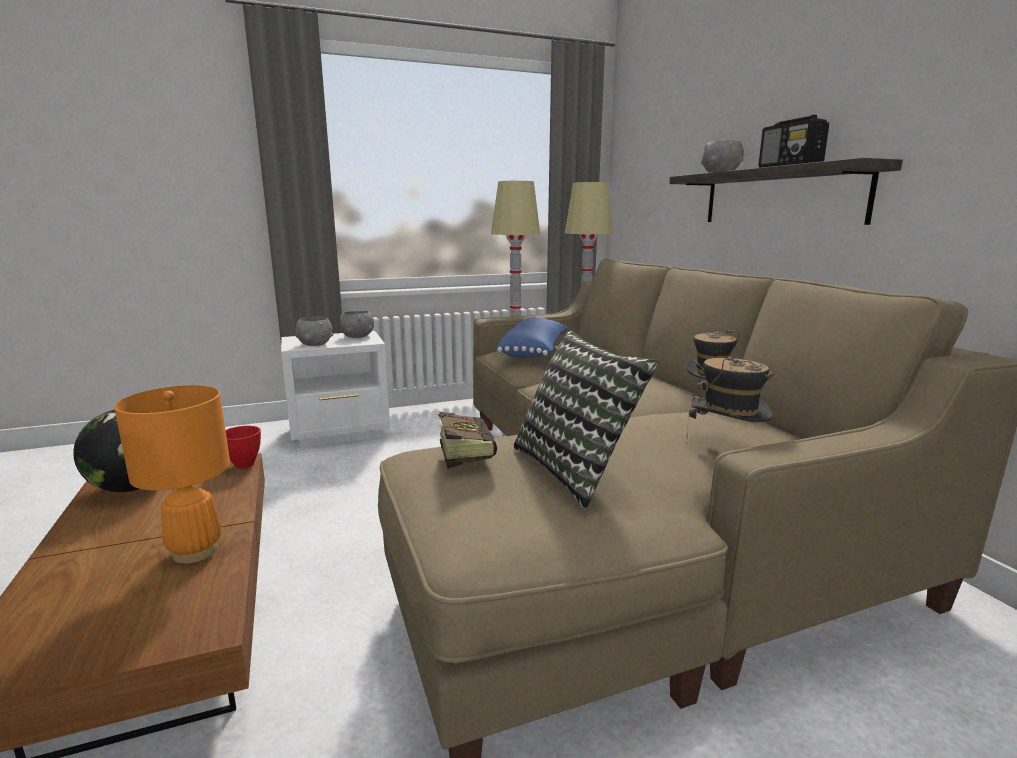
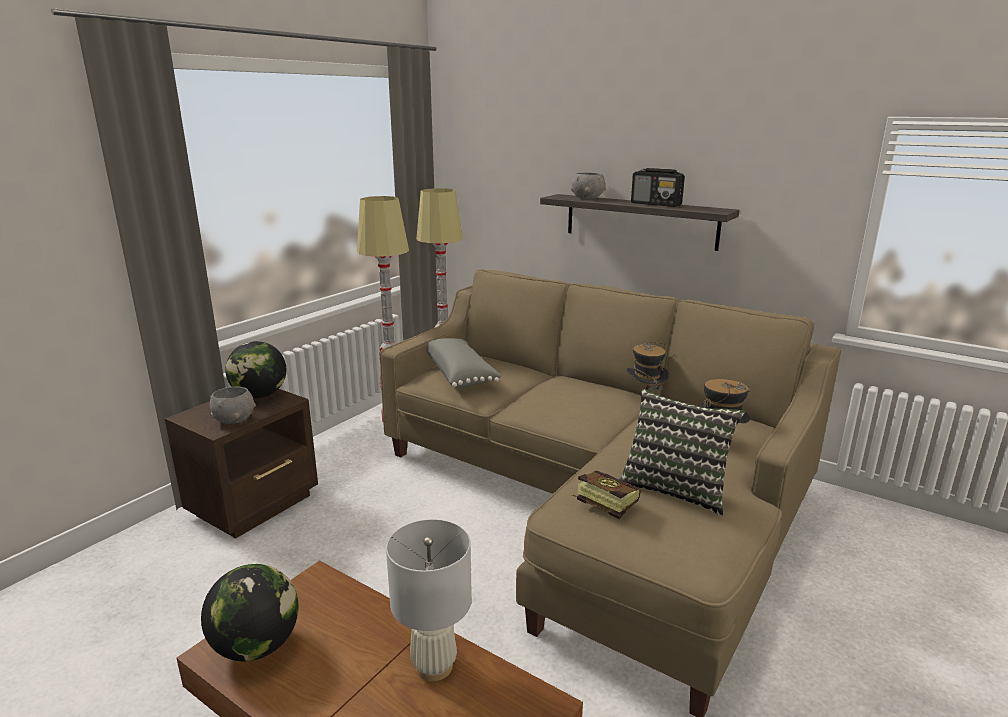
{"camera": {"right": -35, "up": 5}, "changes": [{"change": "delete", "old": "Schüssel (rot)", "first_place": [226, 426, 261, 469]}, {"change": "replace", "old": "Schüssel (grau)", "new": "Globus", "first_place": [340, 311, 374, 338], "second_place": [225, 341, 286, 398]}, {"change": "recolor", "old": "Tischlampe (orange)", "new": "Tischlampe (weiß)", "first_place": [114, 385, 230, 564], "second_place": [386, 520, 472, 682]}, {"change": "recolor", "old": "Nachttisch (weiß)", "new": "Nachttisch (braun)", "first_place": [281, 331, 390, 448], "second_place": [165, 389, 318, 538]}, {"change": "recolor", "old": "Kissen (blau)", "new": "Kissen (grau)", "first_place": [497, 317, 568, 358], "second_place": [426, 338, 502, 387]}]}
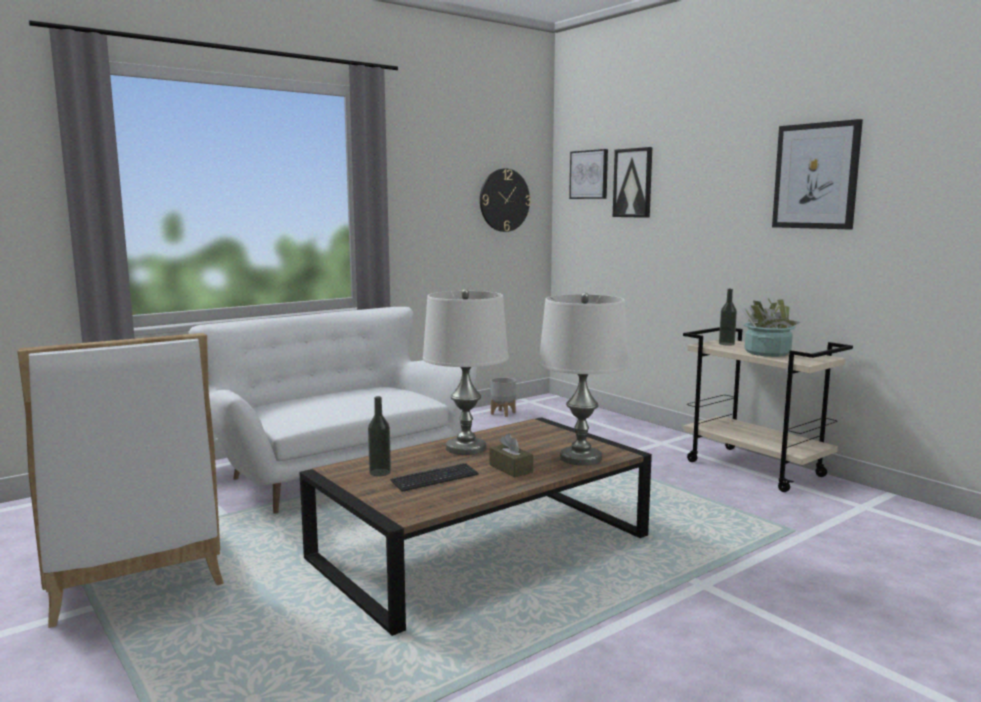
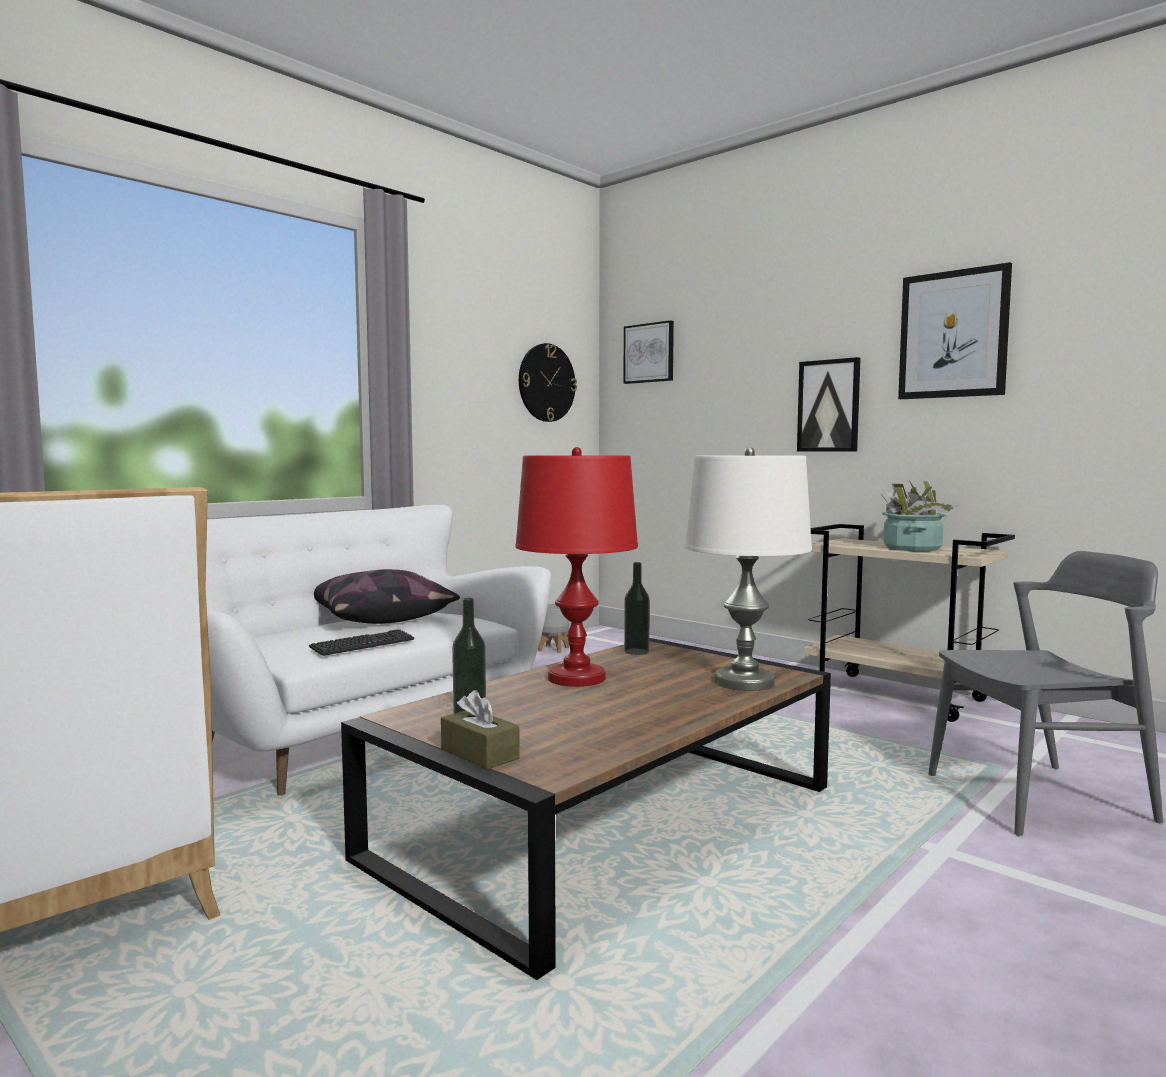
{"camera": {"right": -10, "up": -5}, "changes": [{"change": "insert", "new": "Kissen", "second_place": [314, 569, 460, 624]}, {"change": "insert", "new": "Stuhl (grau)", "second_place": [928, 551, 1163, 836]}, {"change": "move", "old": "Tastatur", "first_place": [390, 463, 479, 492], "second_place": [309, 629, 414, 656]}, {"change": "move", "old": "Taschentuchbox (braun)", "first_place": [490, 433, 533, 477], "second_place": [441, 690, 520, 769]}, {"change": "move", "old": "Bild", "first_place": [613, 147, 652, 218], "second_place": [797, 357, 861, 452]}, {"change": "move", "old": "Flasche", "first_place": [719, 289, 737, 346], "second_place": [624, 562, 650, 655]}, {"change": "recolor", "old": "Tischlampe (weiß)", "new": "Tischlampe (rot)", "first_place": [423, 289, 509, 455], "second_place": [515, 447, 638, 687]}]}
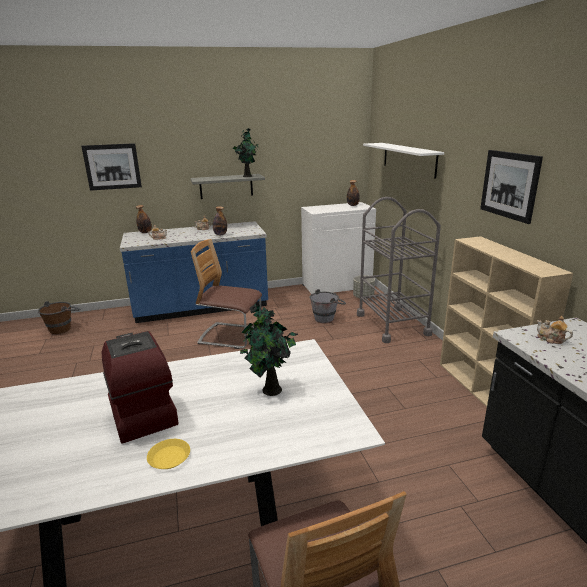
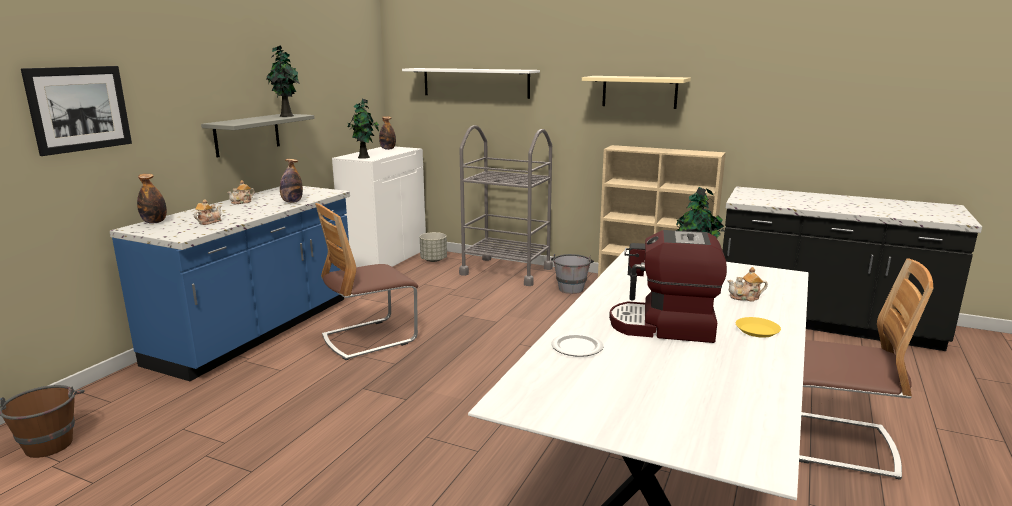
{"camera": {"right": -50, "up": -5}, "changes": [{"change": "insert", "new": "Topfpflanze", "second_place": [348, 99, 379, 159]}, {"change": "insert", "new": "Teller", "second_place": [551, 333, 603, 357]}, {"change": "move", "old": "Eimer (grau)", "first_place": [309, 289, 346, 323], "second_place": [551, 254, 594, 294]}, {"change": "move", "old": "Teekanne", "first_place": [537, 316, 573, 344], "second_place": [727, 267, 768, 301]}, {"change": "replace", "old": "Bild", "new": "Wandregal (beige)", "first_place": [480, 150, 543, 224], "second_place": [582, 76, 691, 109]}]}
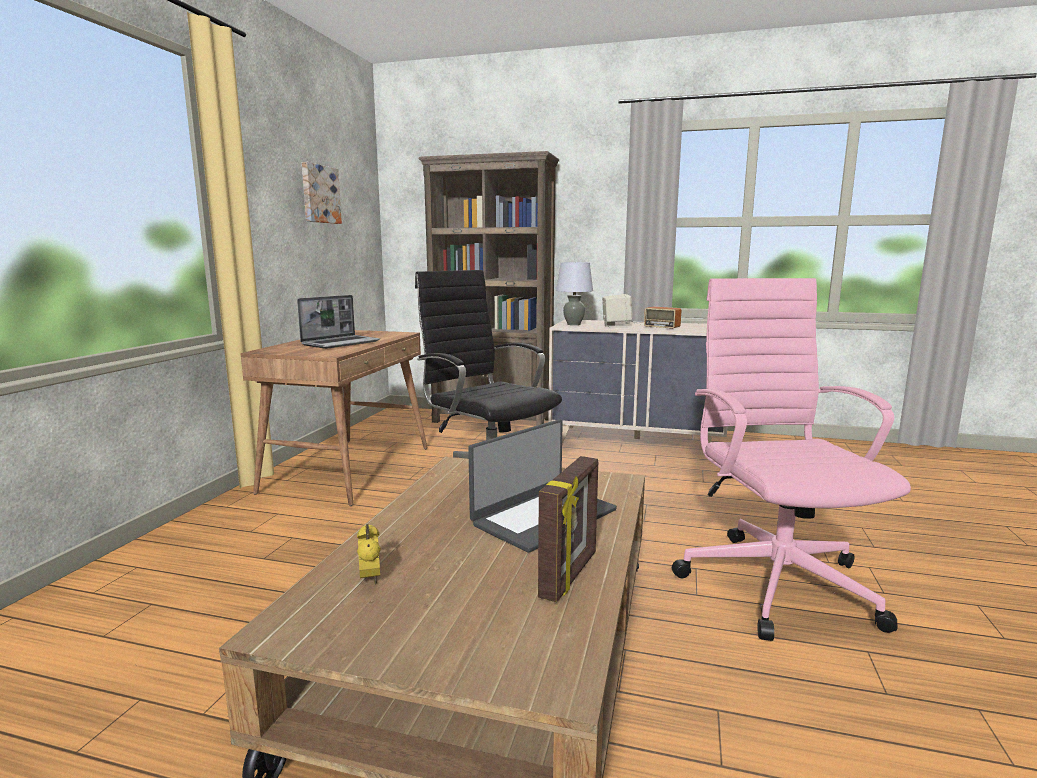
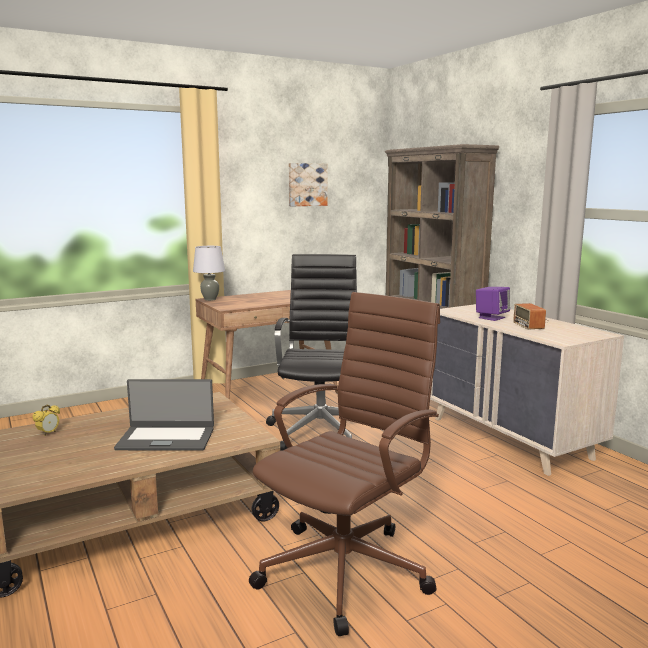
{"camera": {"right": 45, "up": 0}, "changes": [{"change": "delete", "old": "Laptop", "first_place": [297, 295, 380, 349]}, {"change": "delete", "old": "Bilderrahmen", "first_place": [538, 456, 598, 602]}, {"change": "move", "old": "Tischlampe (grau)", "first_place": [556, 262, 593, 325], "second_place": [193, 246, 225, 301]}, {"change": "recolor", "old": "Lautsprecher (beige)", "new": "Lautsprecher (lila)", "first_place": [602, 294, 632, 328], "second_place": [476, 287, 510, 321]}, {"change": "recolor", "old": "Bürostuhl (rosa)", "new": "Bürostuhl (braun)", "first_place": [672, 278, 911, 641], "second_place": [249, 292, 440, 636]}]}
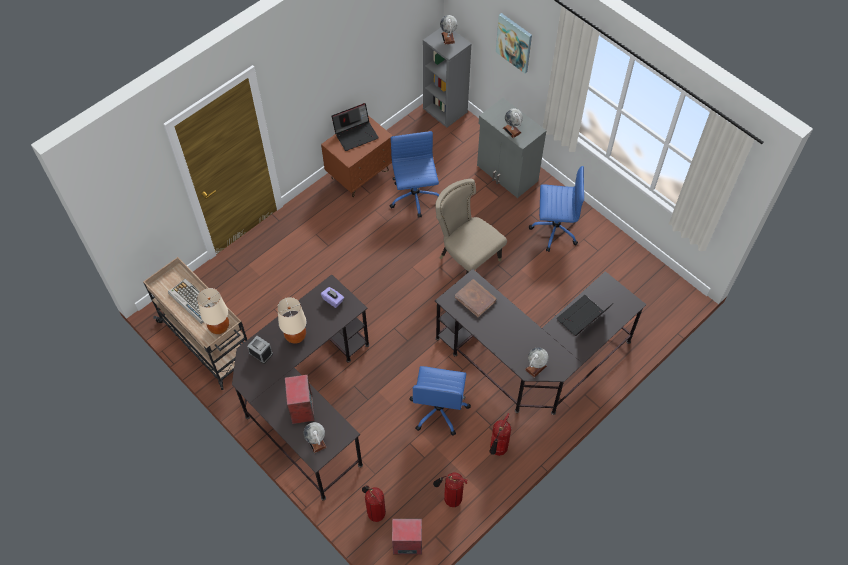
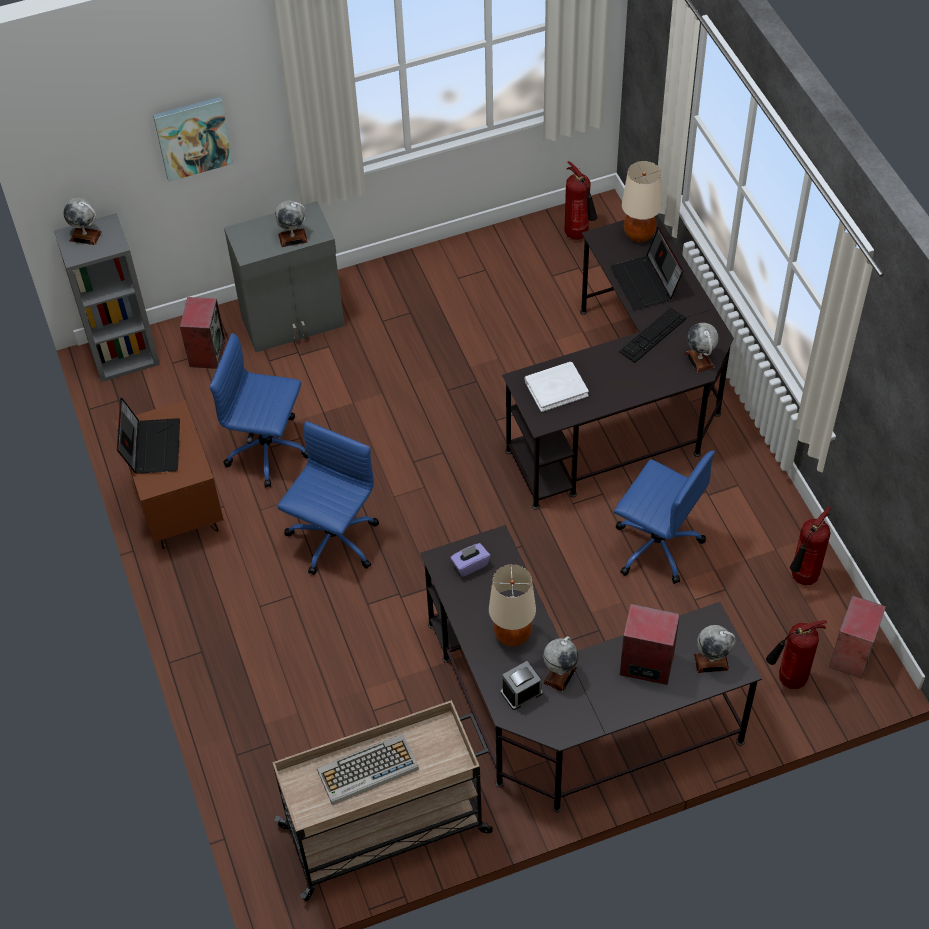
{"camera": {"right": -65, "up": -5}, "changes": [{"change": "delete", "old": "Stuhl (beige)", "first_place": [435, 179, 507, 274]}, {"change": "insert", "new": "Lautsprecher", "second_place": [180, 297, 225, 369]}, {"change": "insert", "new": "Globus", "second_place": [543, 636, 579, 692]}, {"change": "insert", "new": "Tastatur", "second_place": [619, 308, 687, 363]}, {"change": "move", "old": "Tischlampe (beige)", "first_place": [197, 288, 229, 334], "second_place": [622, 161, 662, 242]}, {"change": "move", "old": "Feuerlöscher", "first_place": [489, 413, 511, 456], "second_place": [564, 161, 597, 240]}, {"change": "move", "old": "Bürostuhl (blau)", "first_place": [529, 166, 584, 252], "second_place": [277, 421, 379, 575]}, {"change": "recolor", "old": "Buch (braun)", "new": "Buch (weiß)", "first_place": [455, 279, 496, 317], "second_place": [524, 362, 589, 412]}]}
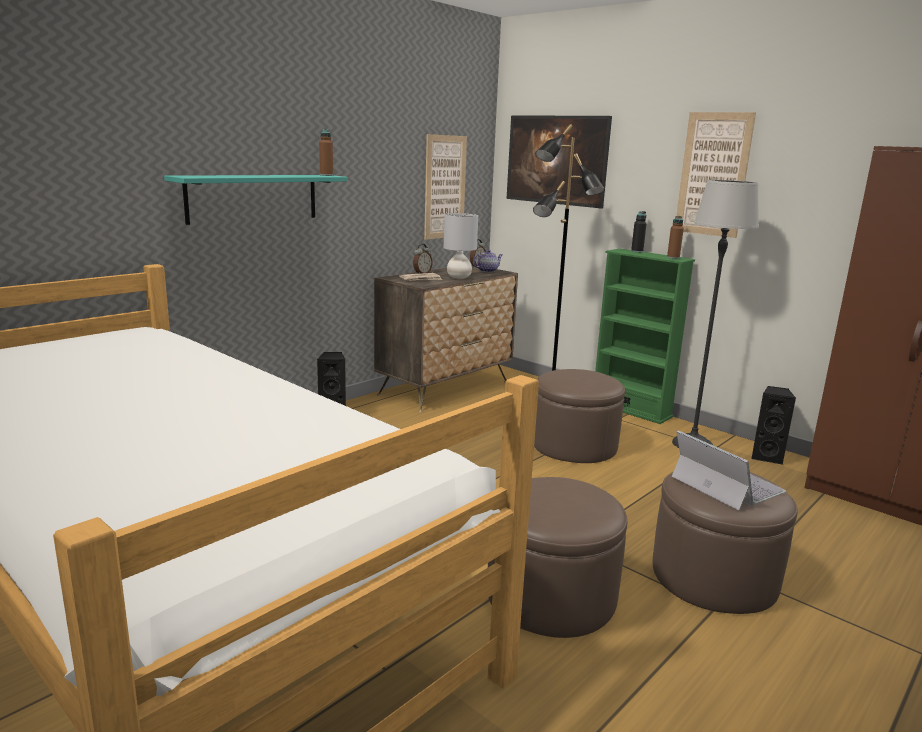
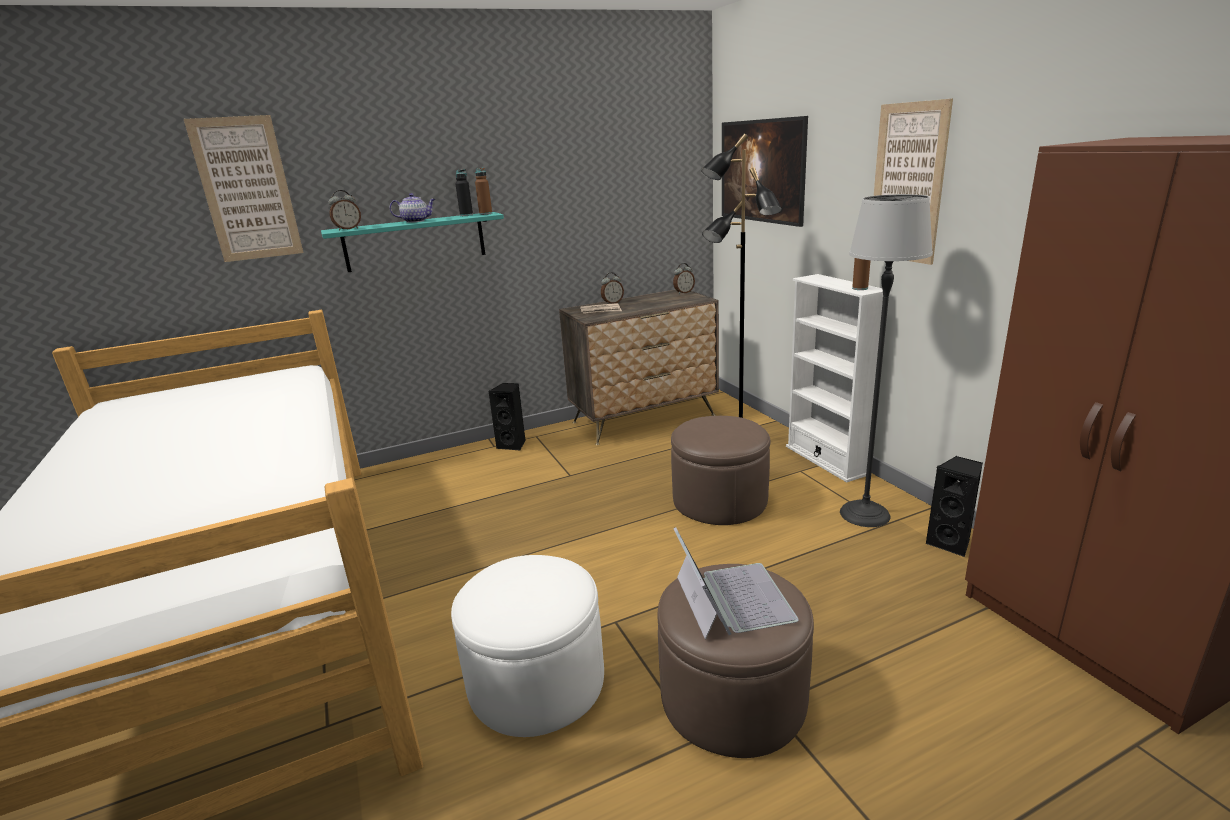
{"camera": {"right": 25, "up": 5}, "changes": [{"change": "delete", "old": "Tischlampe (grau)", "first_place": [444, 213, 478, 279]}, {"change": "insert", "new": "Wecker", "second_place": [328, 190, 361, 231]}, {"change": "move", "old": "Bild", "first_place": [424, 134, 467, 240], "second_place": [184, 115, 304, 262]}, {"change": "move", "old": "Teekanne", "first_place": [473, 250, 503, 272], "second_place": [390, 193, 435, 223]}, {"change": "move", "old": "Flasche (schwarz)", "first_place": [631, 211, 646, 253], "second_place": [455, 169, 473, 216]}, {"change": "recolor", "old": "Polsterhocker (braun)", "new": "Polsterhocker (weiß)", "first_place": [488, 477, 627, 638], "second_place": [451, 555, 604, 737]}, {"change": "recolor", "old": "Bücherregal (grün)", "new": "Bücherregal (weiß)", "first_place": [595, 249, 695, 424], "second_place": [786, 274, 883, 483]}]}
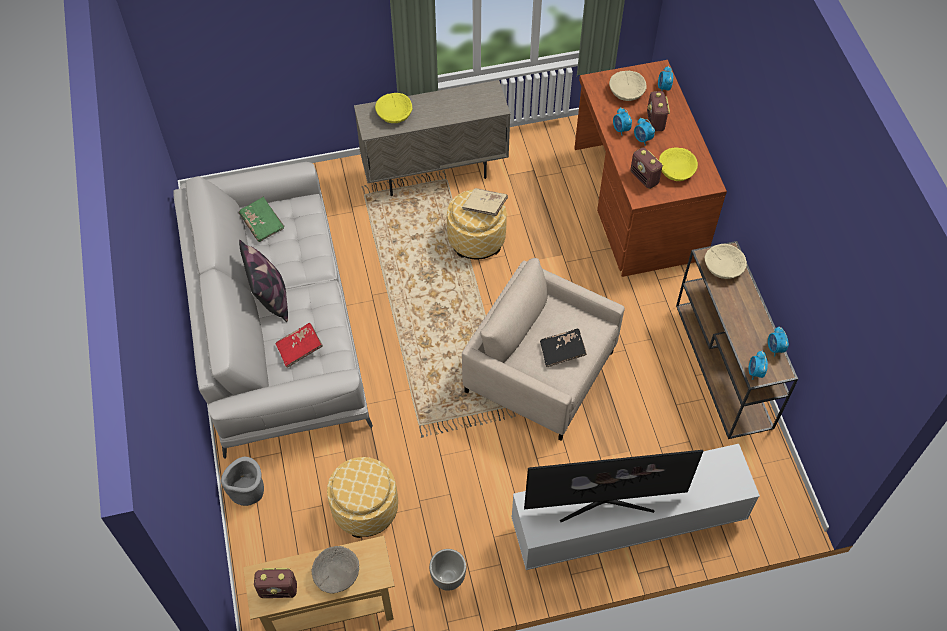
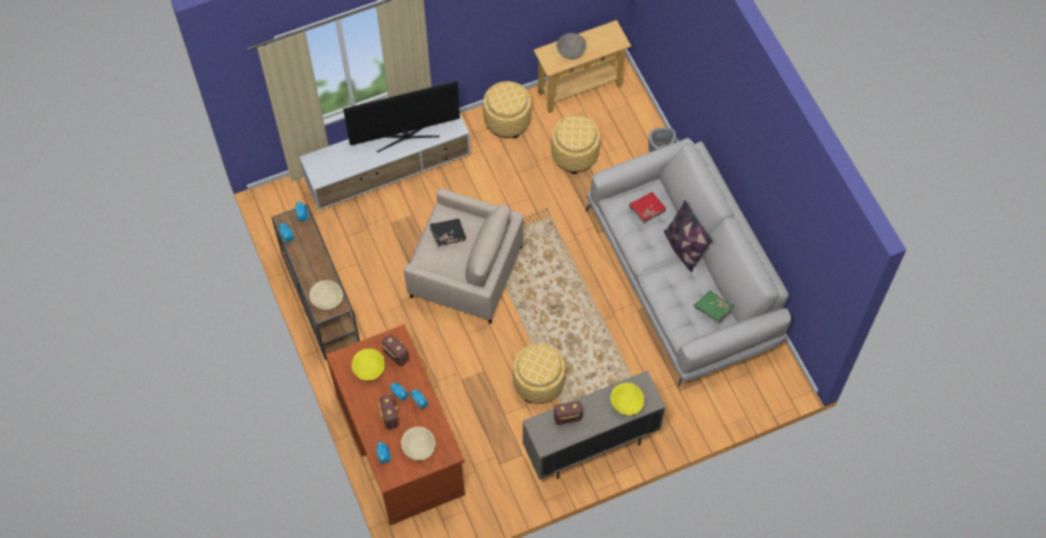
{"camera": {"right": 170, "up": 5}, "changes": [{"change": "delete", "old": "Buch (beige)", "first_place": [462, 188, 508, 216]}, {"change": "move", "old": "Radio", "first_place": [254, 568, 297, 598], "second_place": [554, 401, 583, 425]}, {"change": "replace", "old": "Pflanzkübel", "new": "Polsterhocker", "first_place": [429, 549, 466, 591], "second_place": [483, 81, 531, 139]}]}
